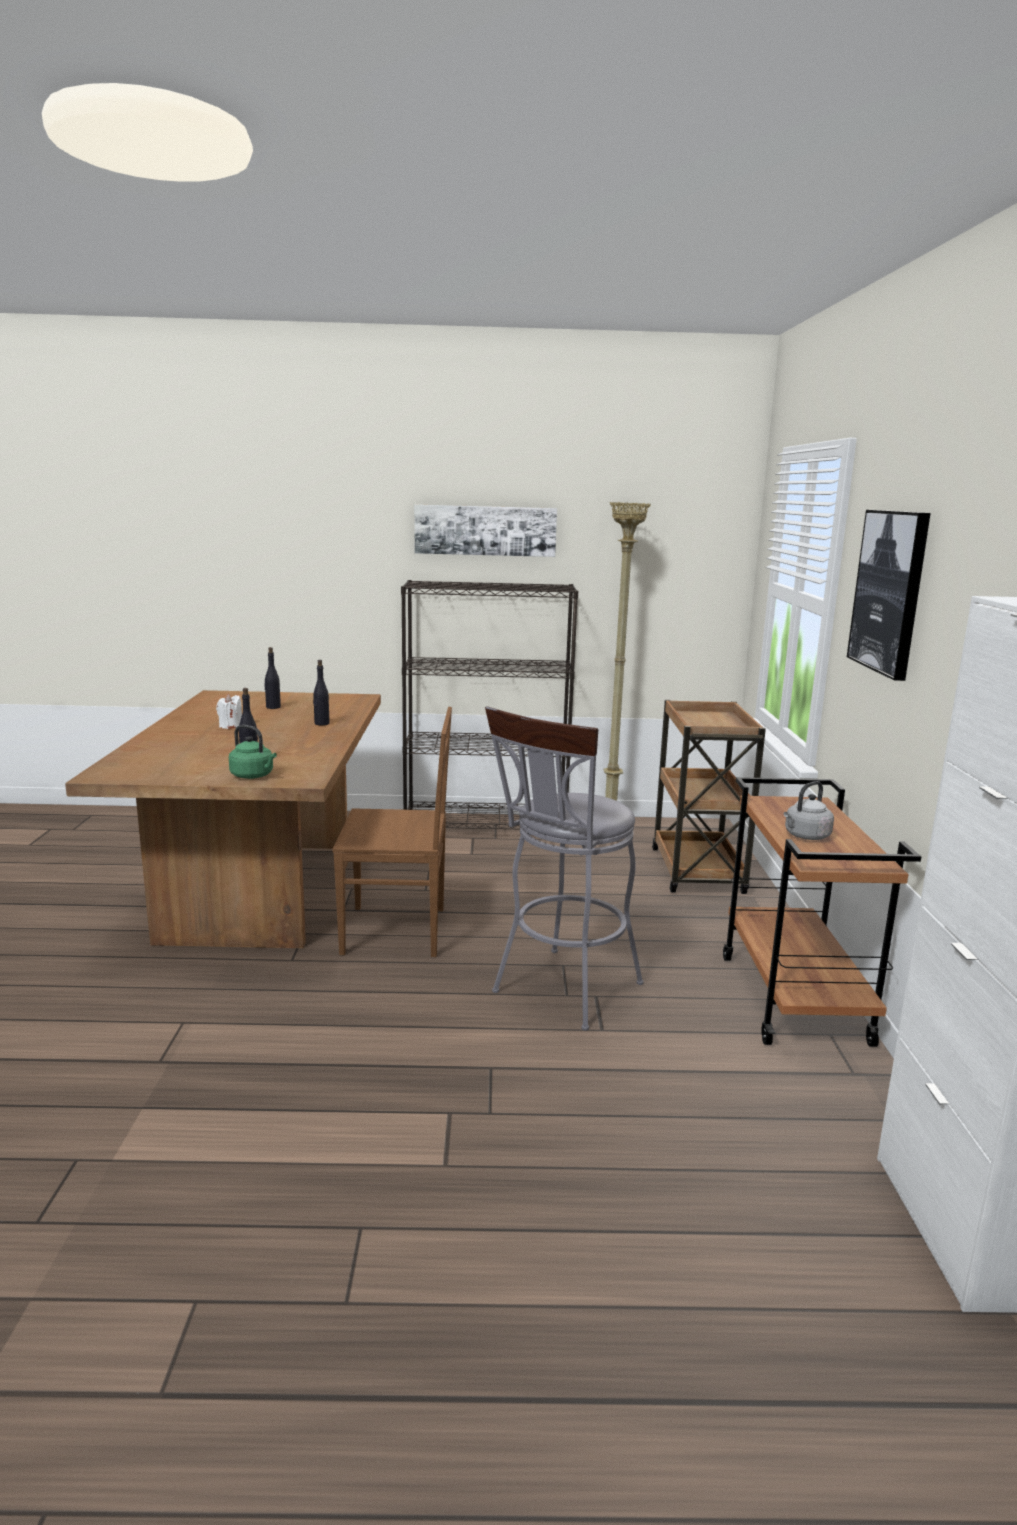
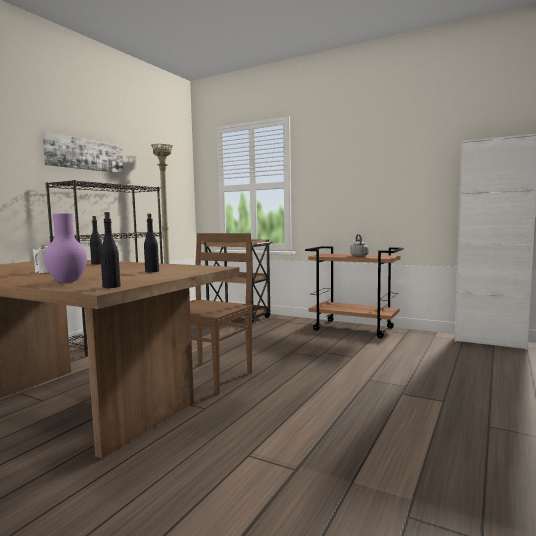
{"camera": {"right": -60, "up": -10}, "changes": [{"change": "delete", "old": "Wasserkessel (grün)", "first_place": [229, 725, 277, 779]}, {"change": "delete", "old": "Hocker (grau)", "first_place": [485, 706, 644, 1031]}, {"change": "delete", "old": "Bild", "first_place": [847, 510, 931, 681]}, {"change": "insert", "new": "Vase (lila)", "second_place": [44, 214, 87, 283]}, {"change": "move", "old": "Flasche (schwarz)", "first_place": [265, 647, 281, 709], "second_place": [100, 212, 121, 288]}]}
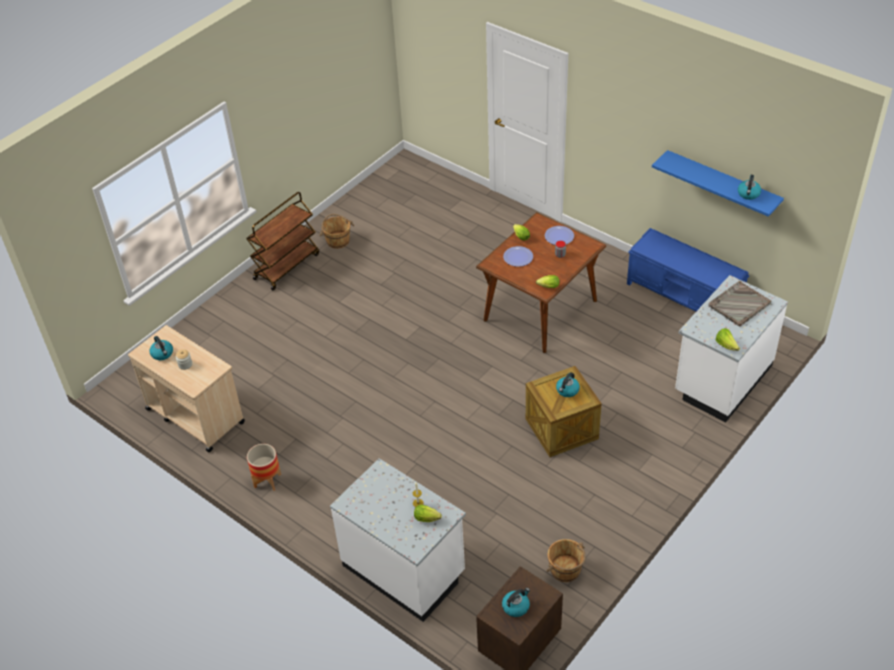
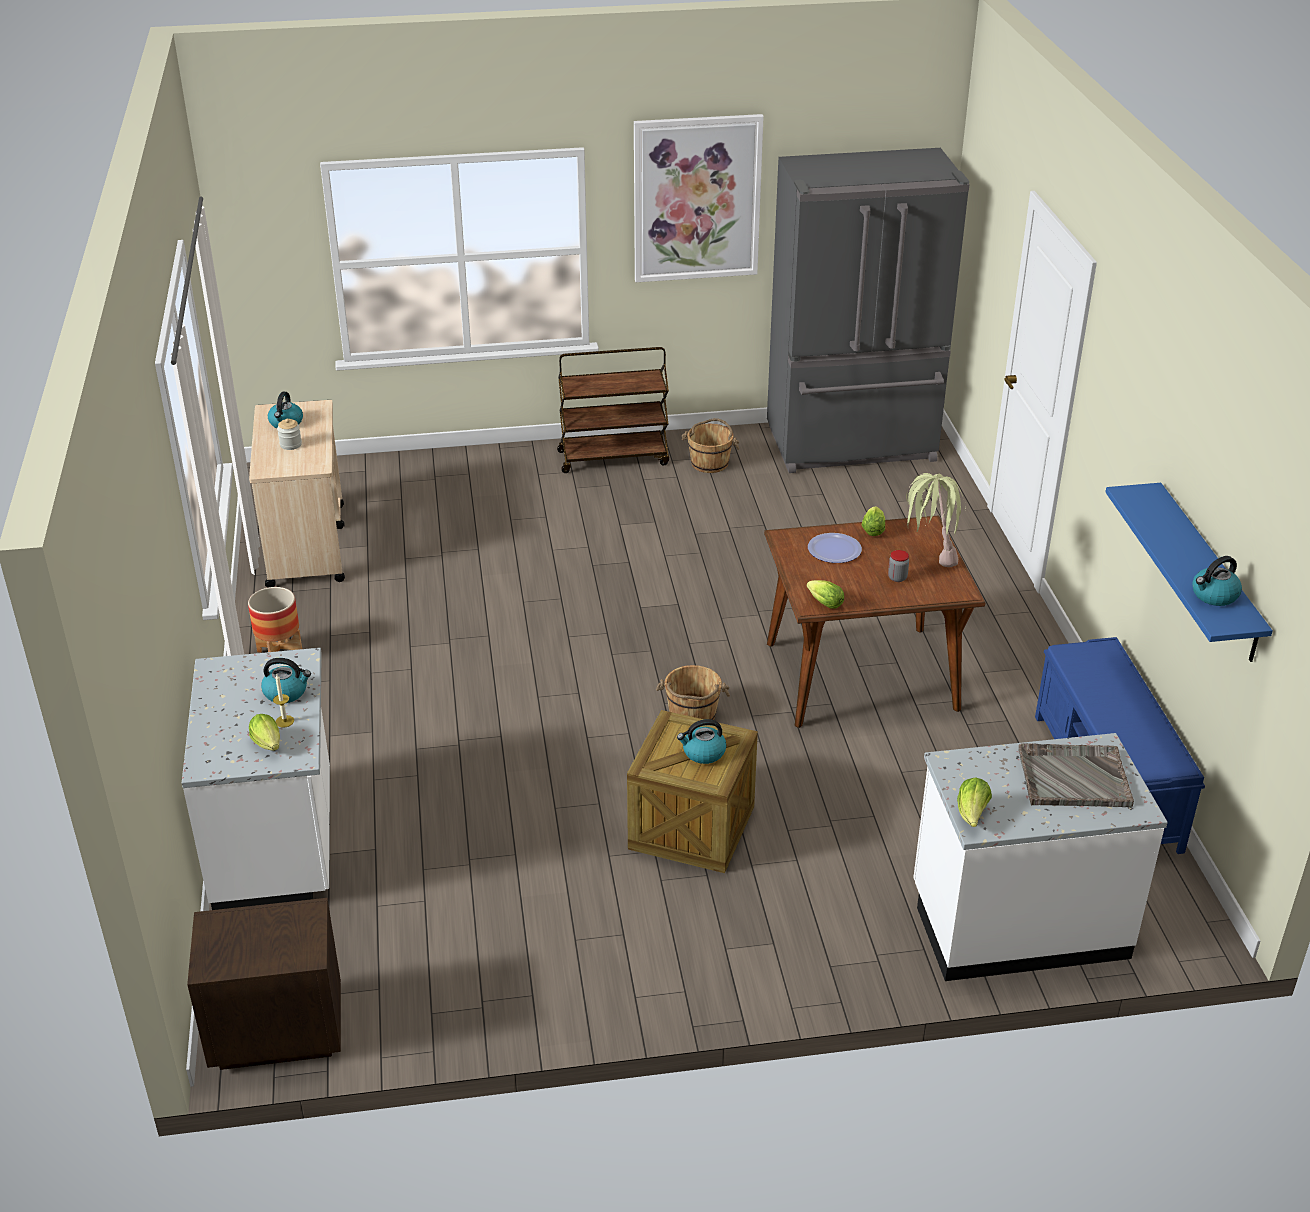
{"camera": {"right": 40, "up": -10}, "changes": [{"change": "insert", "new": "Bild", "second_place": [634, 114, 764, 282]}, {"change": "insert", "new": "Kühlschrank (grau)", "second_place": [767, 148, 969, 473]}, {"change": "move", "old": "Wasserkessel", "first_place": [502, 588, 530, 617], "second_place": [261, 658, 311, 703]}, {"change": "move", "old": "Eimer (braun)", "first_place": [546, 539, 585, 582], "second_place": [656, 665, 730, 720]}, {"change": "replace", "old": "Teller", "new": "Topfpflanze", "first_place": [545, 226, 574, 245], "second_place": [906, 473, 966, 567]}]}
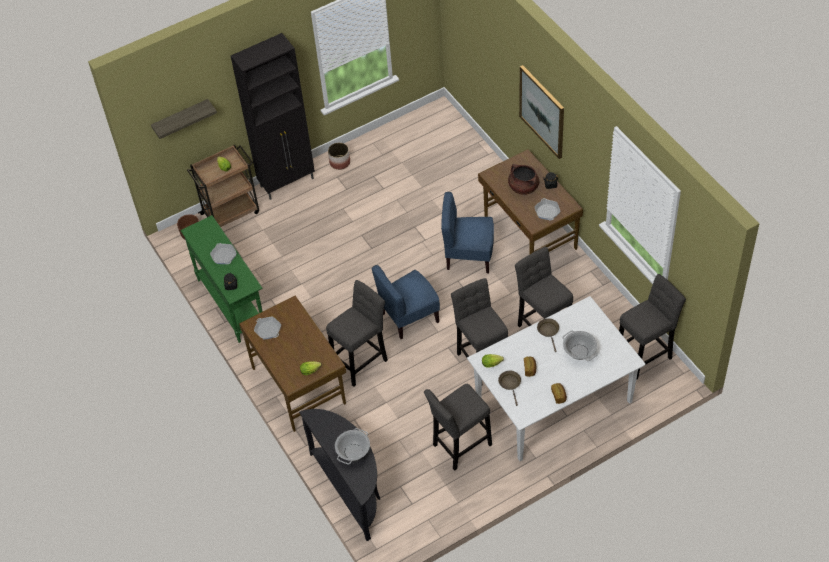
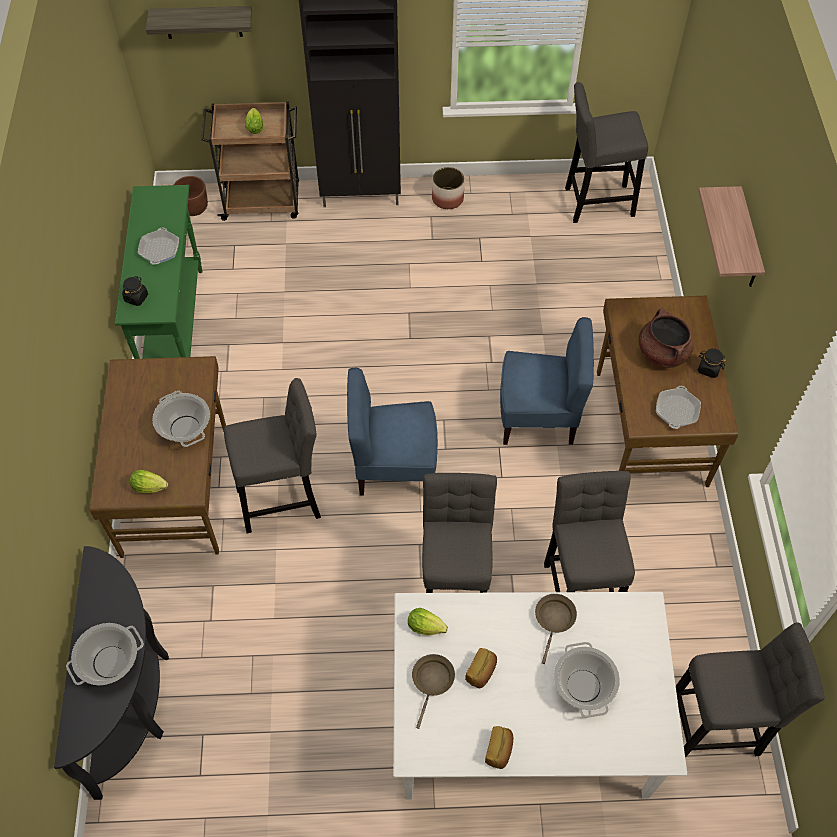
{"camera": {"right": 25, "up": 5}, "changes": [{"change": "delete", "old": "Pfanne", "first_place": [254, 316, 281, 339]}, {"change": "insert", "new": "Kochtopf", "second_place": [152, 391, 210, 447]}, {"change": "move", "old": "Hocker (grau)", "first_place": [424, 383, 492, 471], "second_place": [565, 82, 648, 223]}, {"change": "replace", "old": "Bild", "new": "Wandregal", "first_place": [519, 65, 564, 159], "second_place": [698, 186, 765, 287]}, {"change": "rotate", "old": "Stuhl (blau)", "first_place": [441, 192, 494, 273], "second_place": [500, 317, 594, 445], "degrees": 150}]}
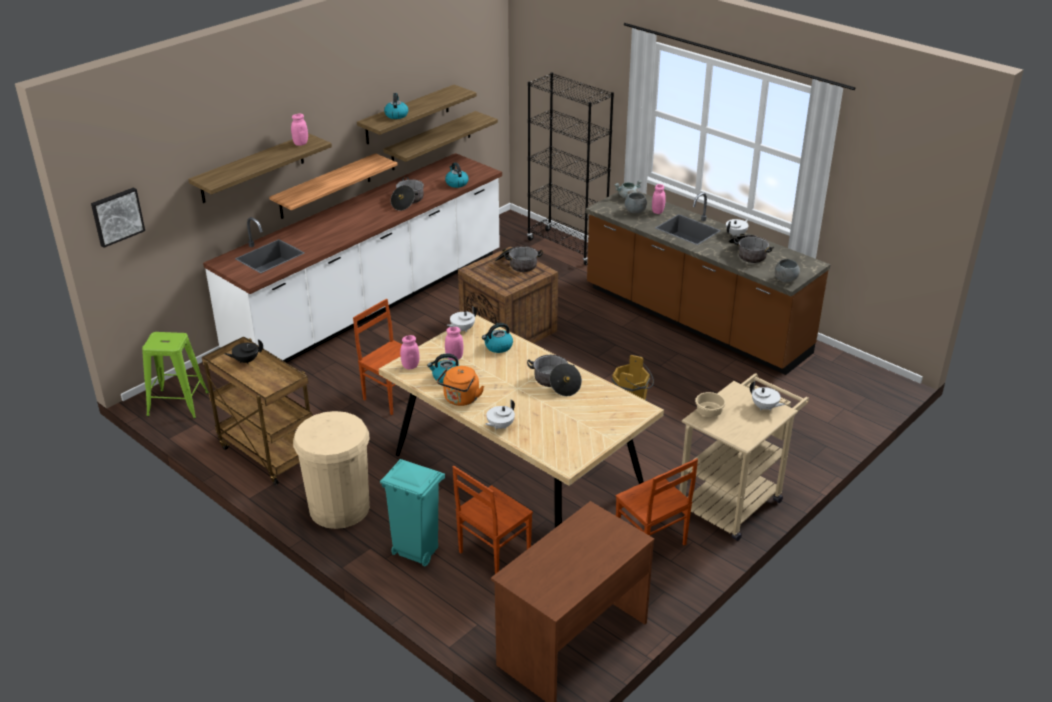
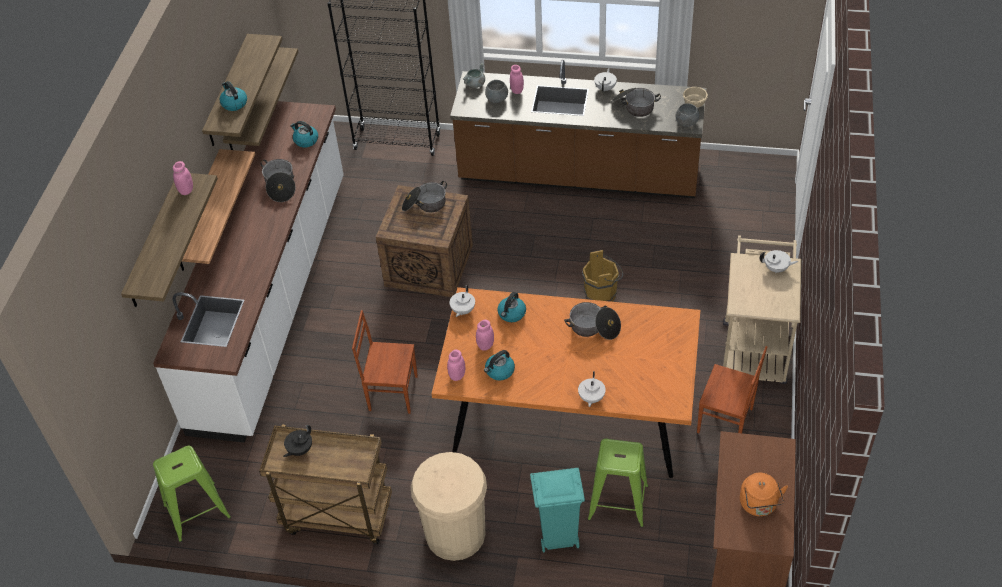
{"camera": {"right": -30, "up": 15}, "changes": [{"change": "delete", "old": "Bild", "first_place": [91, 187, 145, 248]}, {"change": "move", "old": "Wasserkessel (orange)", "first_place": [437, 366, 484, 406], "second_place": [740, 473, 788, 516]}, {"change": "move", "old": "Schüssel (beige)", "first_place": [695, 392, 726, 417], "second_place": [683, 87, 708, 107]}, {"change": "replace", "old": "Stuhl (braun)", "new": "Hocker (grün)", "first_place": [452, 466, 533, 574], "second_place": [588, 439, 648, 527]}, {"change": "recolor", "old": "Esstisch (beige)", "new": "Esstisch (orange)", "first_place": [379, 315, 664, 528], "second_place": [431, 287, 701, 478]}]}
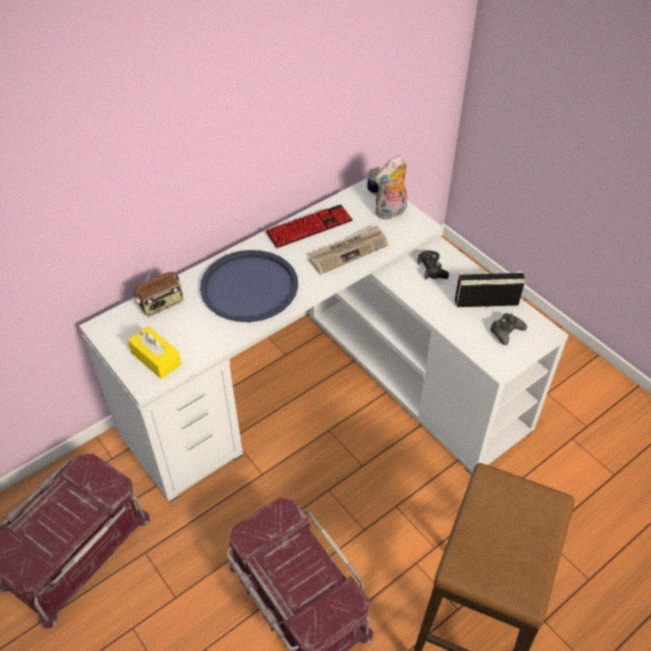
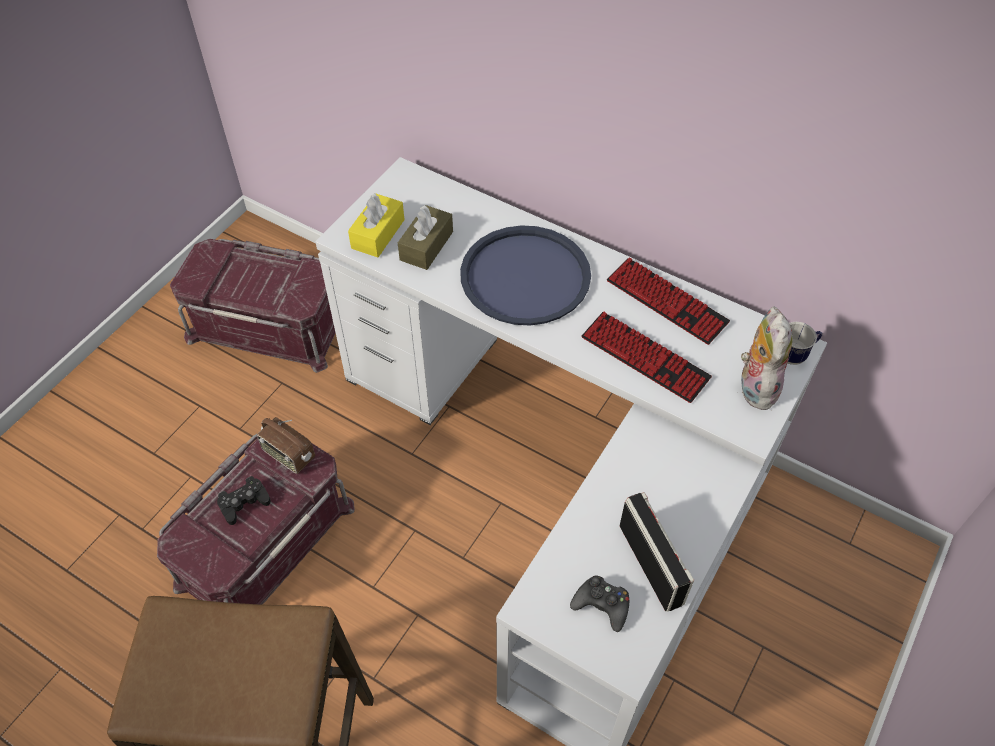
{"camera": {"right": 70, "up": 5}, "changes": [{"change": "insert", "new": "Taschentuchbox (braun)", "second_place": [398, 205, 453, 270]}, {"change": "move", "old": "Radio", "first_place": [134, 262, 183, 316], "second_place": [257, 417, 315, 474]}, {"change": "move", "old": "Gamepad (schwarz)", "first_place": [417, 250, 449, 280], "second_place": [217, 476, 271, 525]}, {"change": "replace", "old": "Zeitung", "new": "Tastatur", "first_place": [308, 225, 388, 275], "second_place": [582, 312, 712, 403]}, {"change": "rotate", "old": "Plüschtier", "first_place": [375, 155, 407, 219], "second_place": [741, 306, 793, 410], "degrees": 60}]}
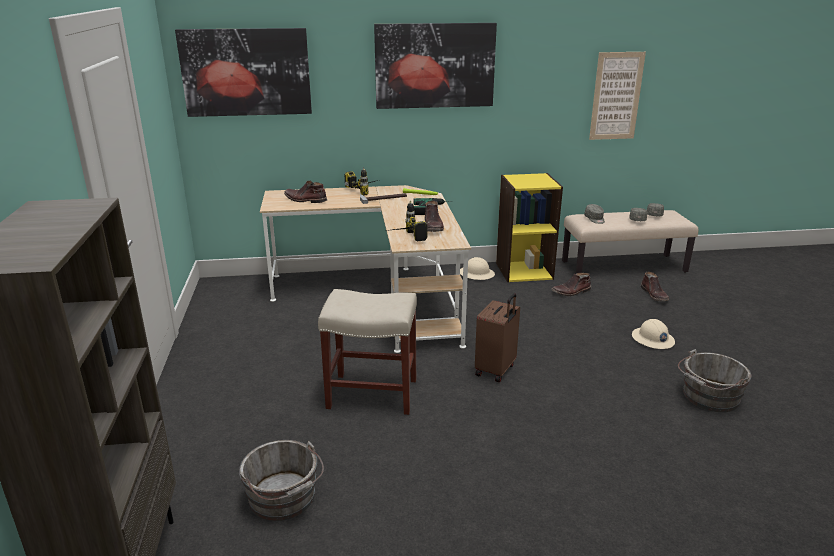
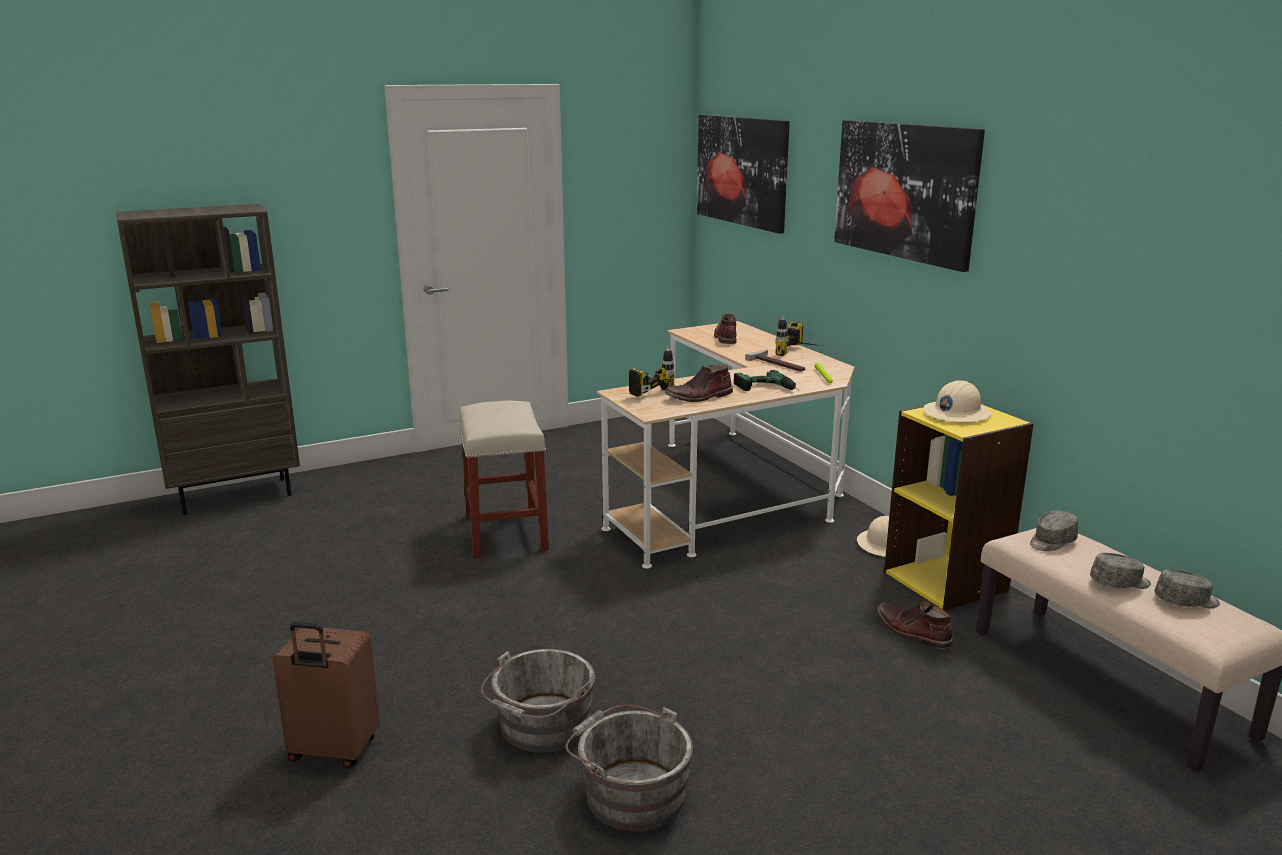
{"camera": {"right": 70, "up": -5}, "changes": [{"change": "delete", "old": "Bild", "first_place": [589, 52, 646, 140]}, {"change": "delete", "old": "Stiefel (braun)", "first_place": [641, 272, 669, 301]}, {"change": "move", "old": "Eimer (grau)", "first_place": [239, 440, 324, 521], "second_place": [481, 649, 596, 753]}, {"change": "move", "old": "Koffer (braun)", "first_place": [475, 293, 520, 382], "second_place": [272, 622, 380, 768]}, {"change": "move", "old": "Schutzhelm (beige)", "first_place": [632, 319, 675, 349], "second_place": [923, 380, 992, 422]}]}
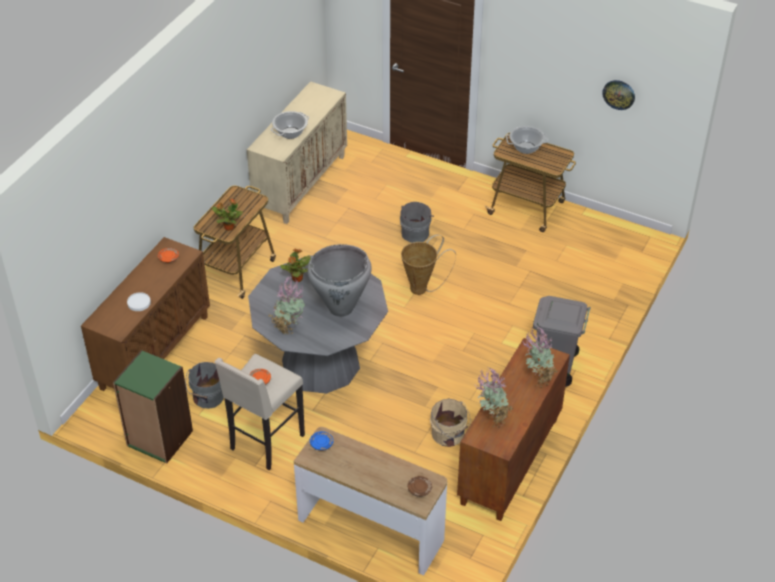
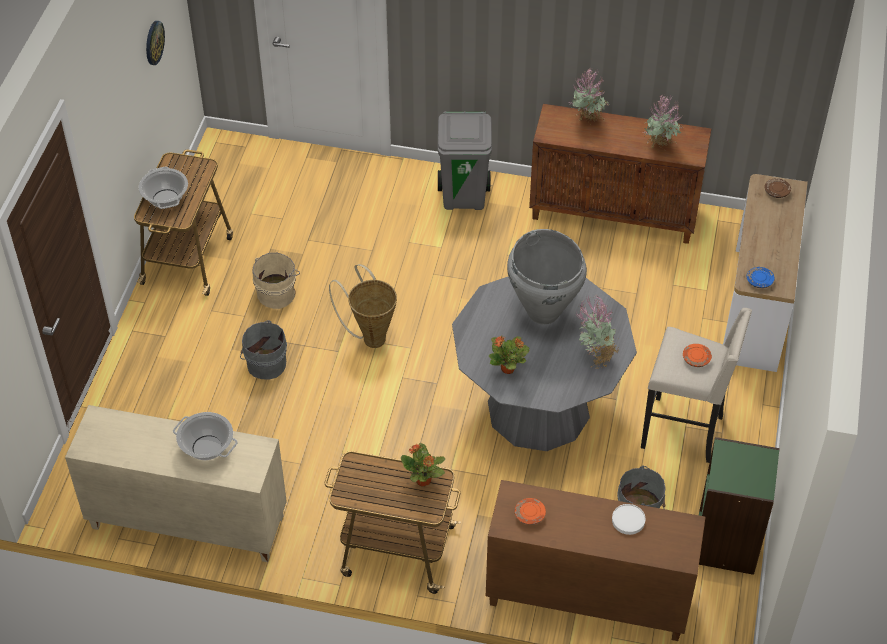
{"camera": {"right": -105, "up": 5}, "changes": [{"change": "move", "old": "Eimer (beige)", "first_place": [430, 399, 471, 447], "second_place": [252, 253, 300, 309]}]}
